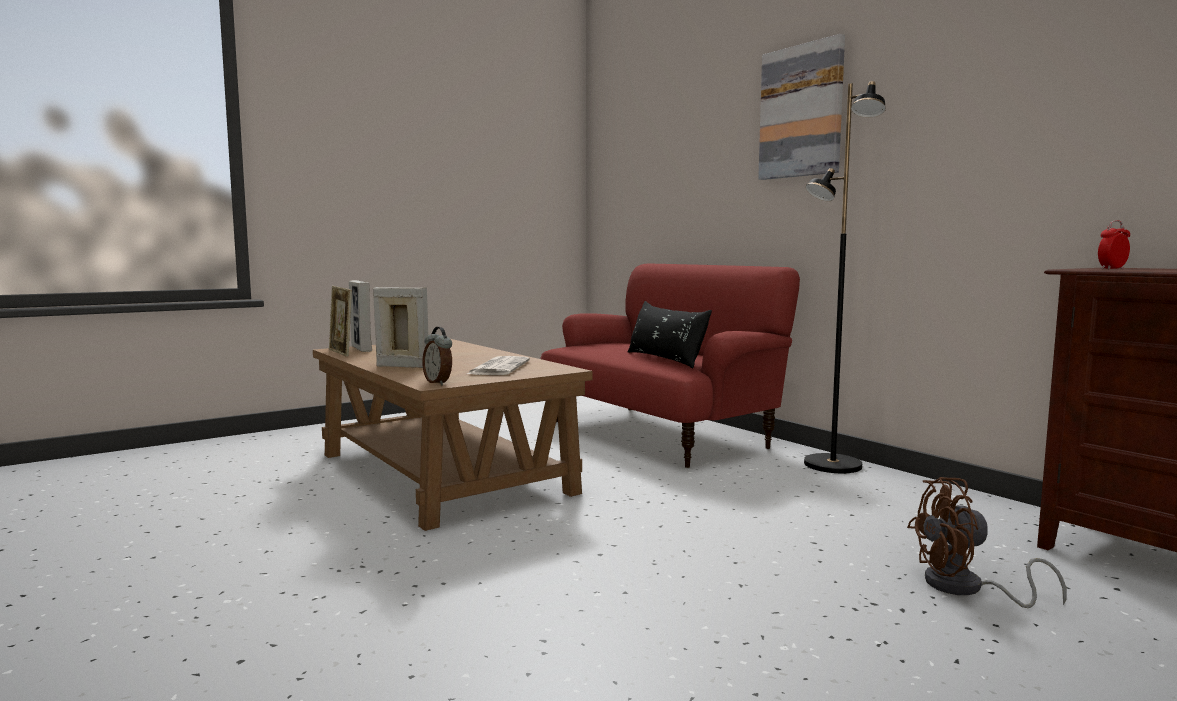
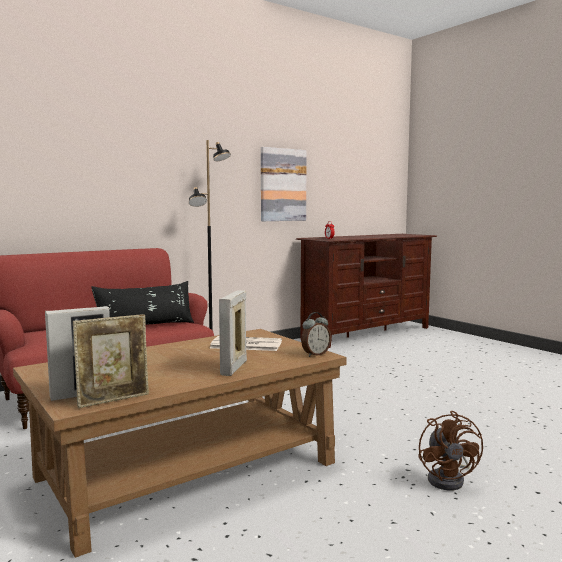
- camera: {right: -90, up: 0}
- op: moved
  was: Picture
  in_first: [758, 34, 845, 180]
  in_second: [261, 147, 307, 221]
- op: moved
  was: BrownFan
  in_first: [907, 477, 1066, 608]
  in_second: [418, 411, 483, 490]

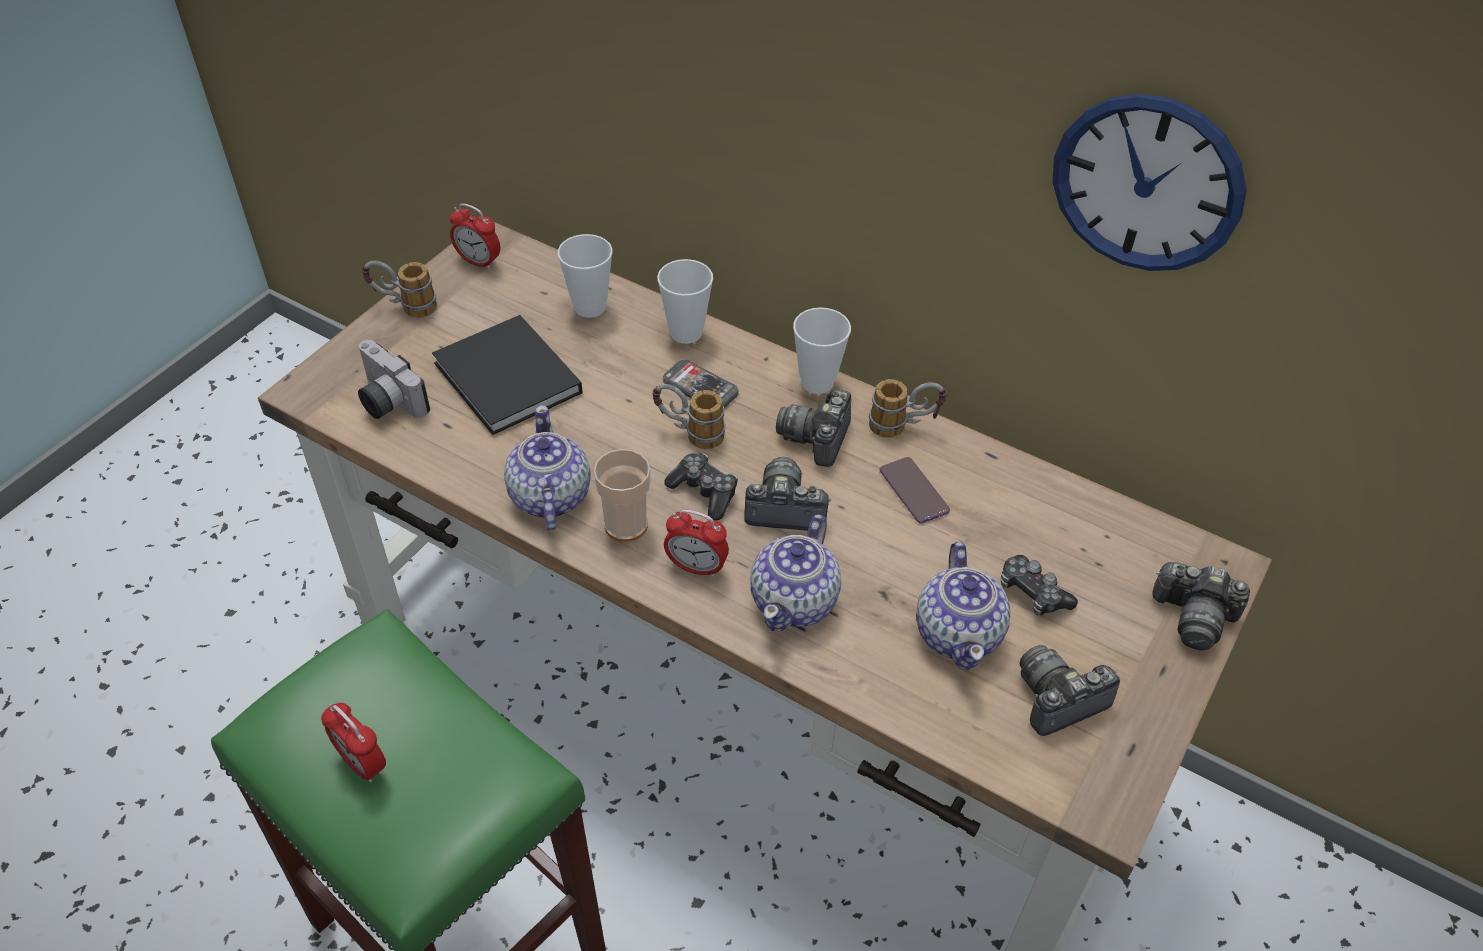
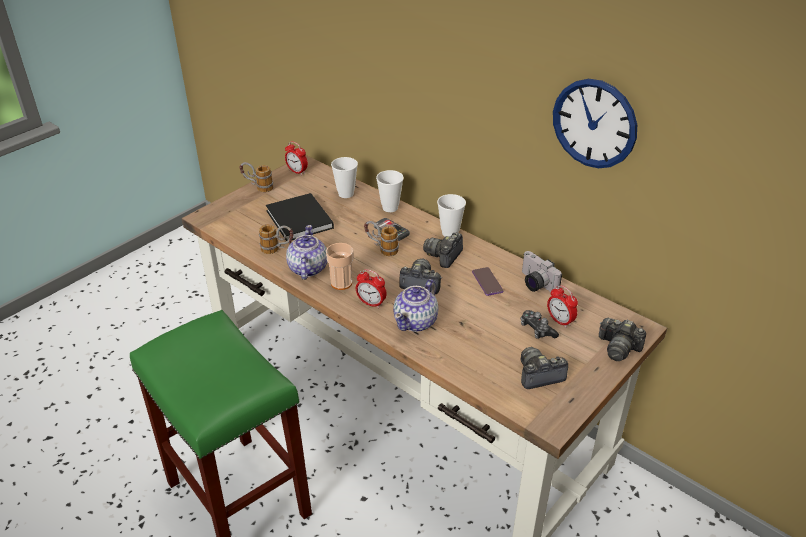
- camera: {right: 10, up: -10}
- op: moved
  was: Mug
  in_first: [869, 379, 947, 438]
  in_second: [259, 224, 293, 254]
- op: moved
  was: PhotoCamera
  in_first: [358, 340, 430, 419]
  in_second: [522, 251, 562, 292]
- op: moved
  was: AlarmClock
  in_first: [321, 703, 386, 783]
  in_second: [547, 285, 578, 328]
- op: removed
  was: GameController
  in_first: [664, 453, 738, 520]
- op: removed
  was: Teapot
  in_first: [916, 542, 1010, 670]

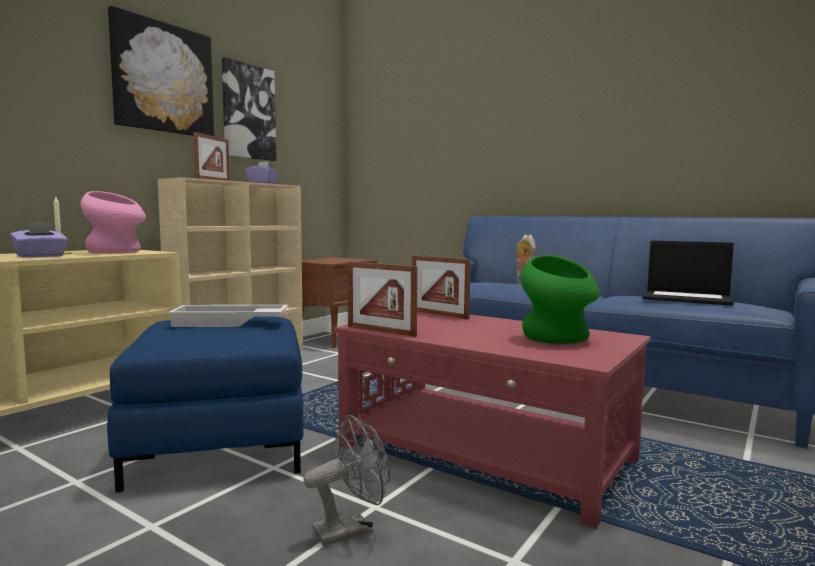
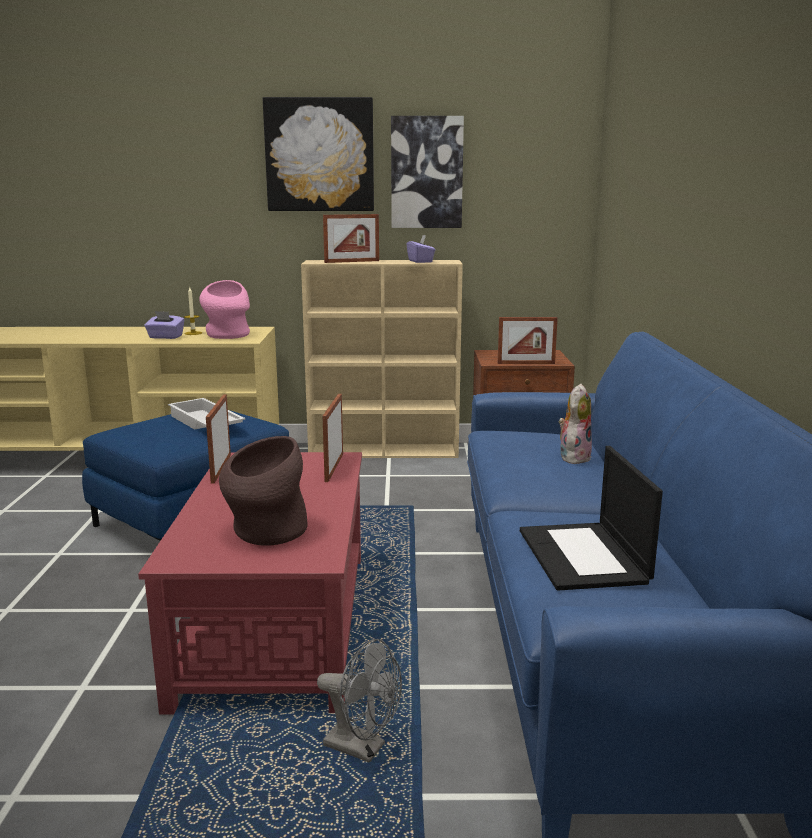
- camera: {right: 55, up: 10}
- op: recoloured
  was: GreenVase
  now: BrownVase
  in_first: [521, 255, 600, 344]
  in_second: [219, 436, 308, 546]
- op: moved
  was: GreyFan
  in_first: [304, 415, 390, 546]
  in_second: [317, 639, 402, 763]
- op: added
  now: PictureFrame
  in_second: [498, 317, 558, 364]

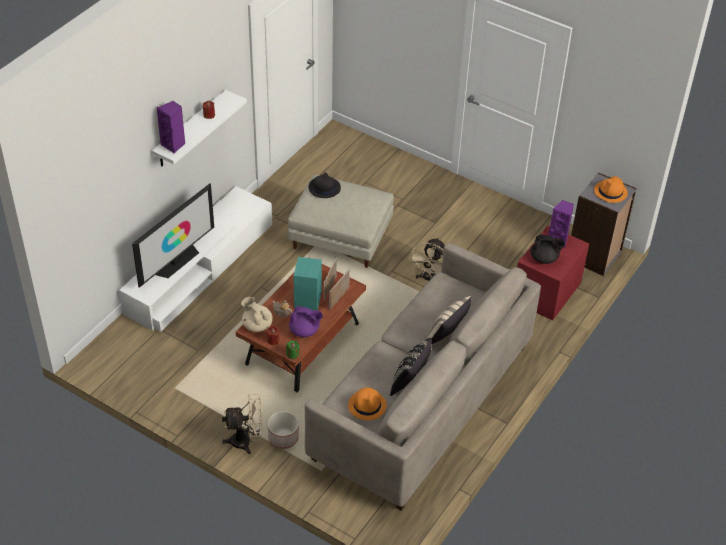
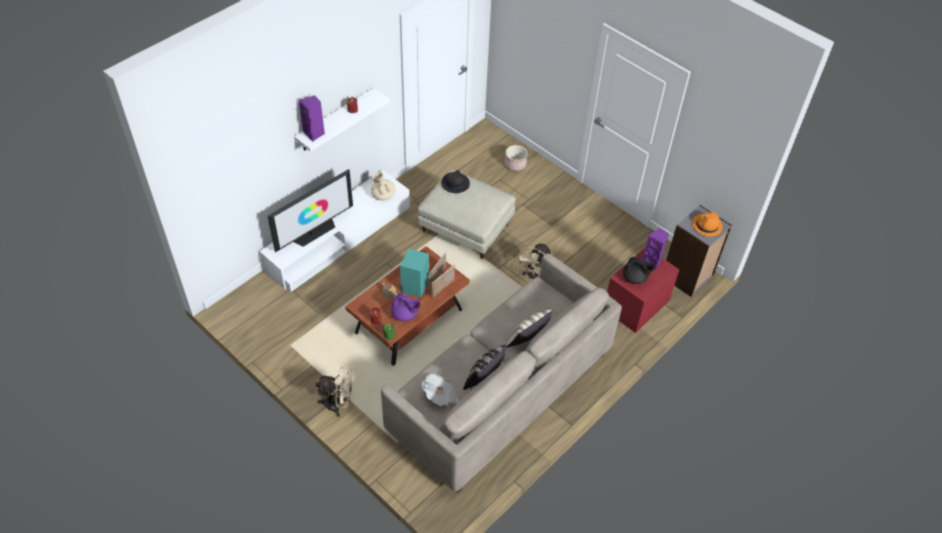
- camera: {right: 10, up: 5}
- op: moved
  was: BeigeTeapot
  in_first: [241, 297, 273, 332]
  in_second: [371, 172, 396, 200]
- op: replaced
  was: OrangeHat
  now: Newspaper
  in_first: [348, 388, 387, 420]
  in_second: [421, 374, 459, 406]
- op: moved
  was: Planter
  in_first: [268, 411, 299, 449]
  in_second: [505, 145, 528, 171]

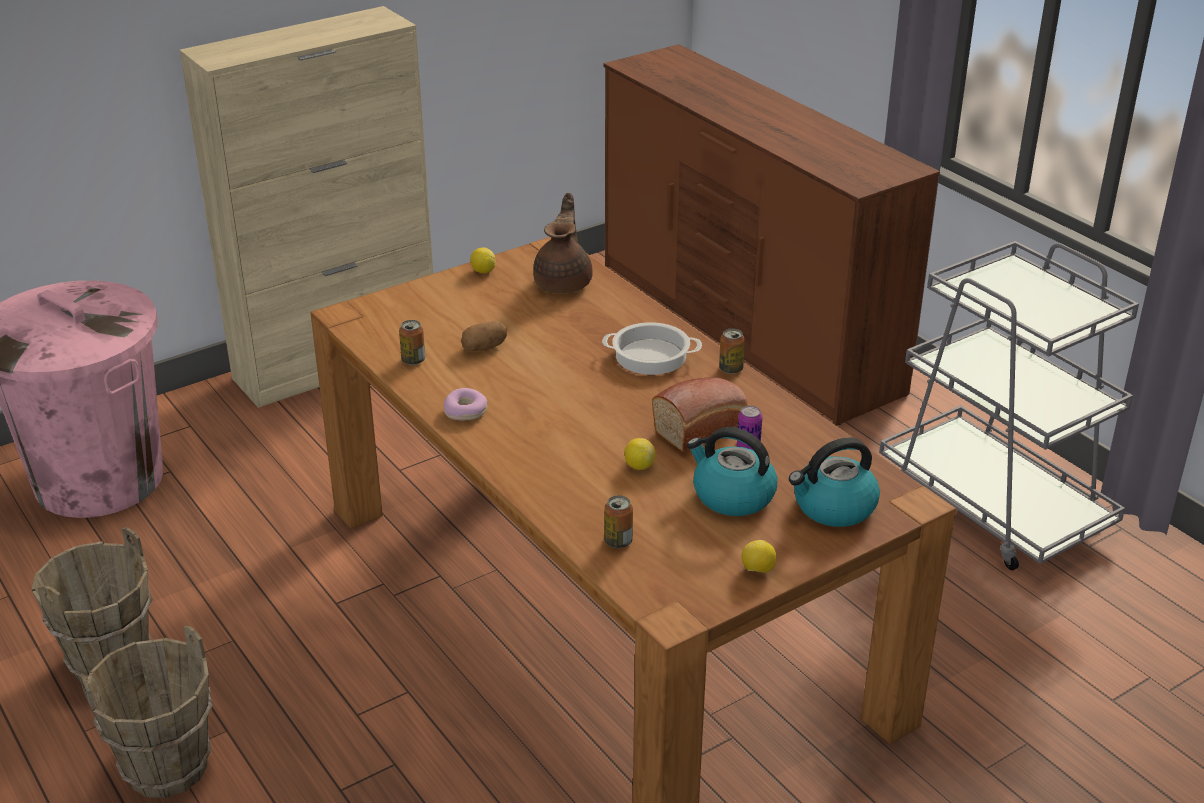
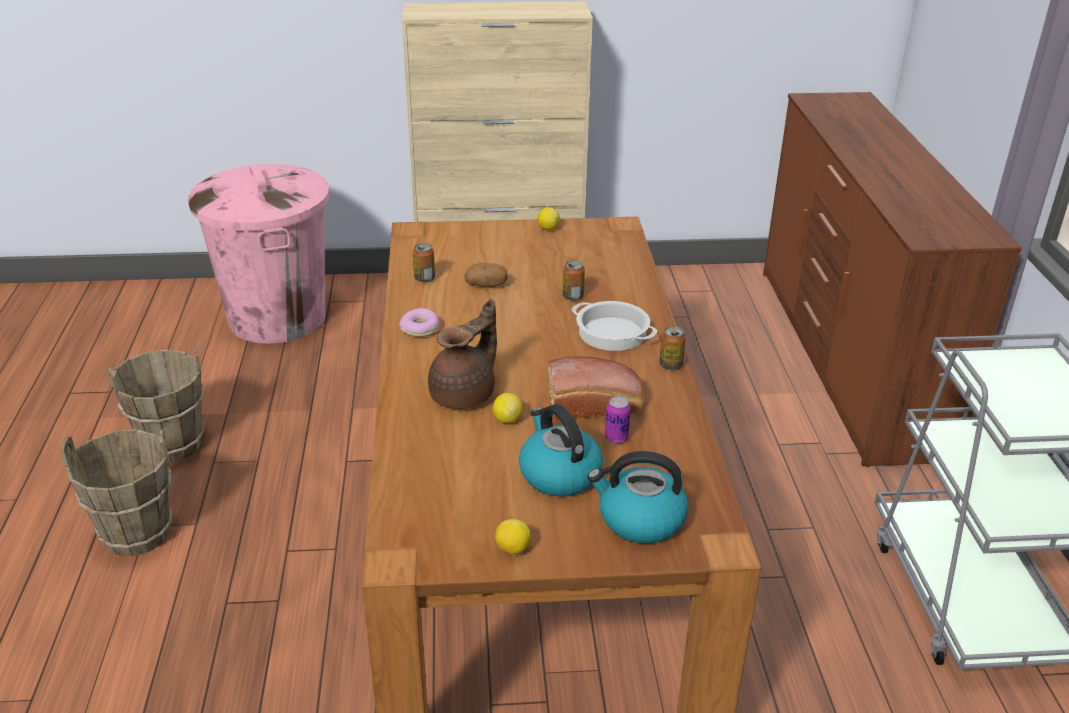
- camera: {right: 30, up: 0}
- op: moved
  was: BrownTeapot
  in_first: [533, 193, 593, 293]
  in_second: [428, 299, 497, 409]
- op: moved
  was: Can
  in_first: [604, 495, 633, 548]
  in_second: [562, 260, 585, 301]

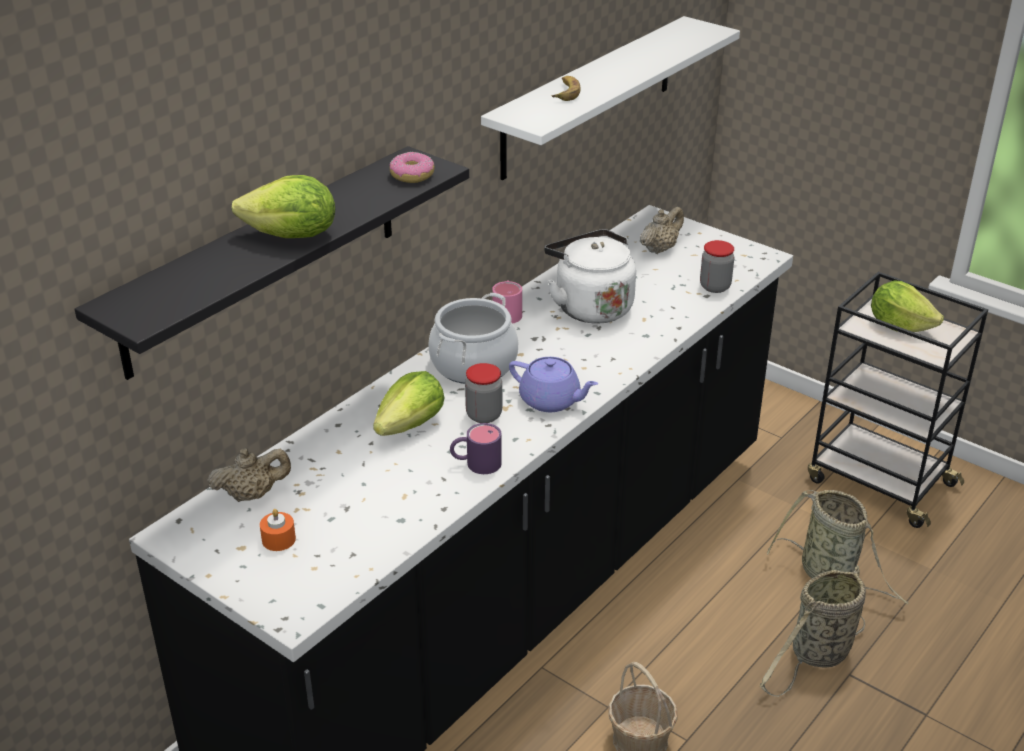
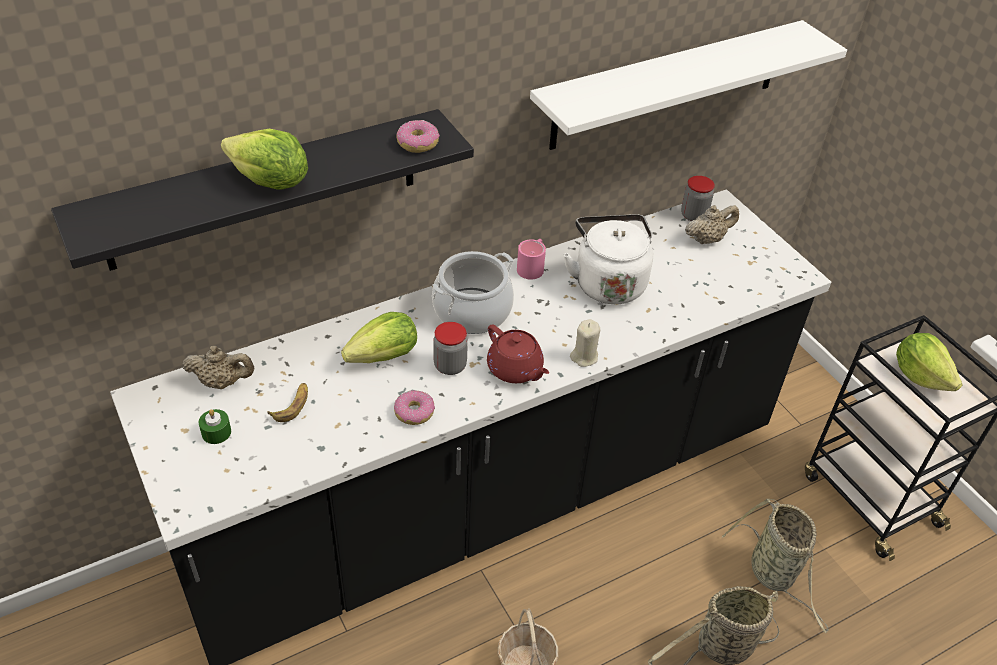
- camera: {right: 20, up: 10}
- op: recoloured
  was: OrangeCandle
  now: GreenCandle
  in_first: [260, 509, 296, 551]
  in_second: [198, 409, 231, 444]
- op: moved
  was: Banana
  in_first: [552, 76, 581, 101]
  in_second: [268, 383, 308, 422]
- op: replaced
  was: PurpleMug
  now: Donut
  in_first: [450, 423, 502, 474]
  in_second: [394, 390, 435, 425]
- op: recoloured
  was: PurpleTeapot
  now: RedTeapot
  in_first: [509, 357, 598, 412]
  in_second: [487, 324, 549, 383]
- op: added
  now: BeigeCandle
  in_second: [570, 319, 600, 367]
- op: moved
  was: Jar
  in_first: [700, 240, 734, 293]
  in_second: [681, 176, 715, 221]

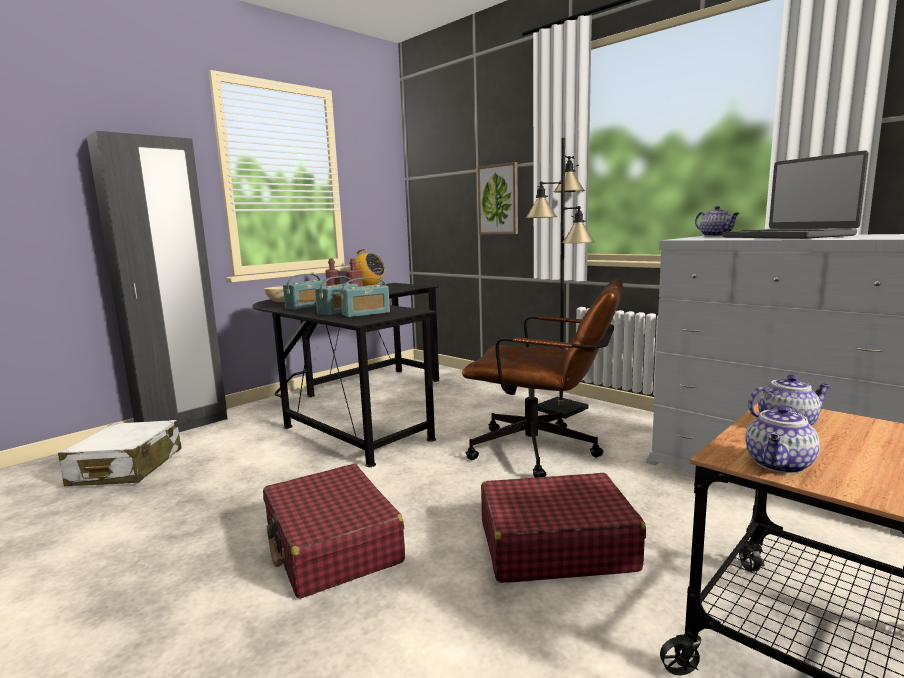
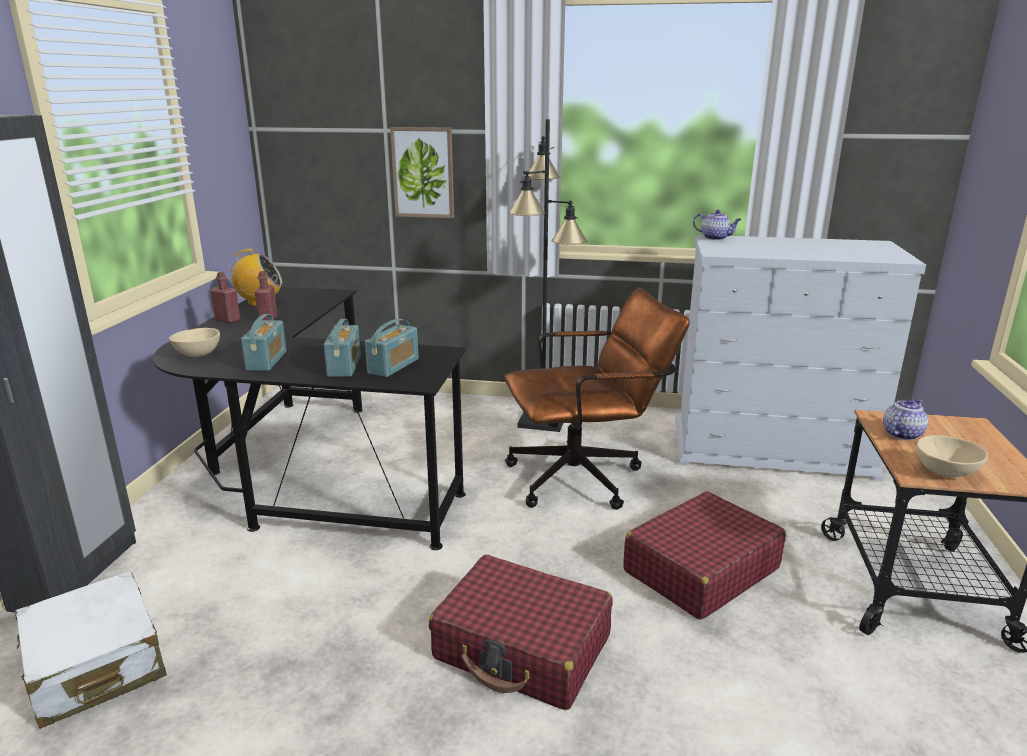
- camera: {right: -35, up: 10}
- op: replaced
  was: Teapot
  now: BeigeBowl
  in_first: [745, 405, 820, 473]
  in_second: [916, 435, 988, 477]
- op: removed
  was: Laptop
  in_first: [722, 150, 869, 239]

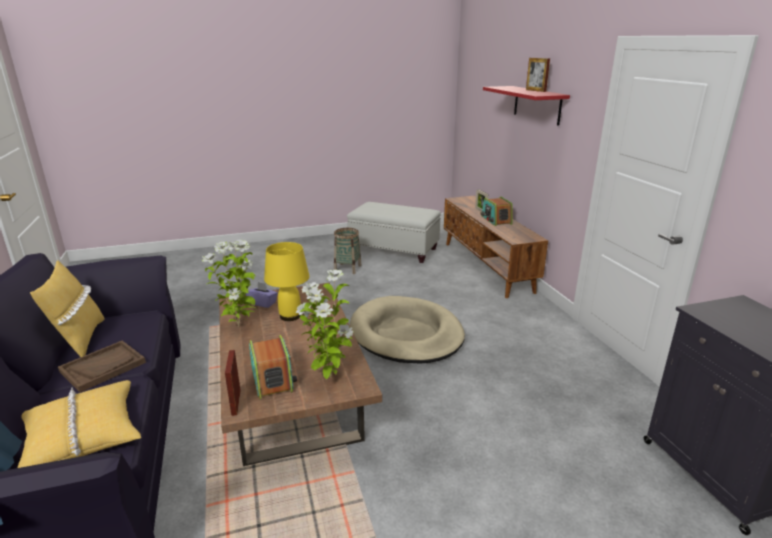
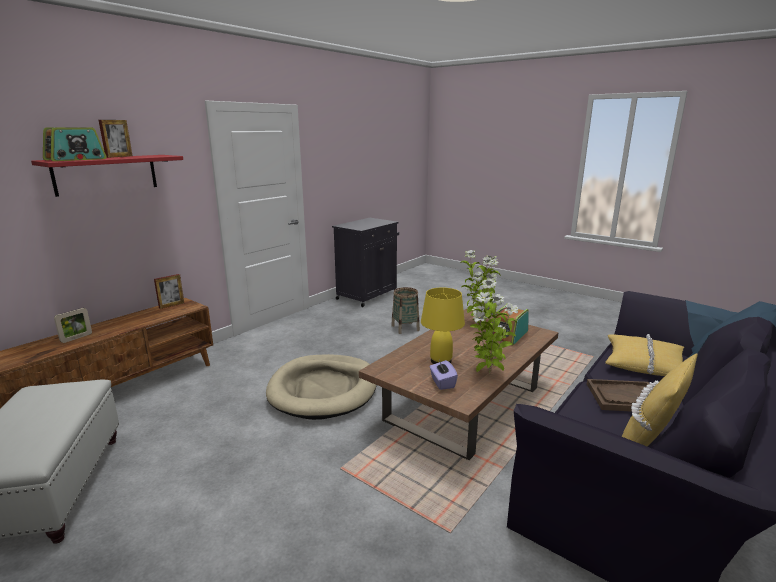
- camera: {right: -125, up: -5}
- op: moved
  was: Radio
  in_first: [480, 197, 513, 226]
  in_second: [43, 127, 107, 161]
- op: moved
  was: PictureFrame
  in_first: [225, 350, 241, 416]
  in_second: [154, 274, 184, 309]
- op: moved
  was: Basket
  in_first: [334, 228, 362, 274]
  in_second: [391, 287, 420, 334]

